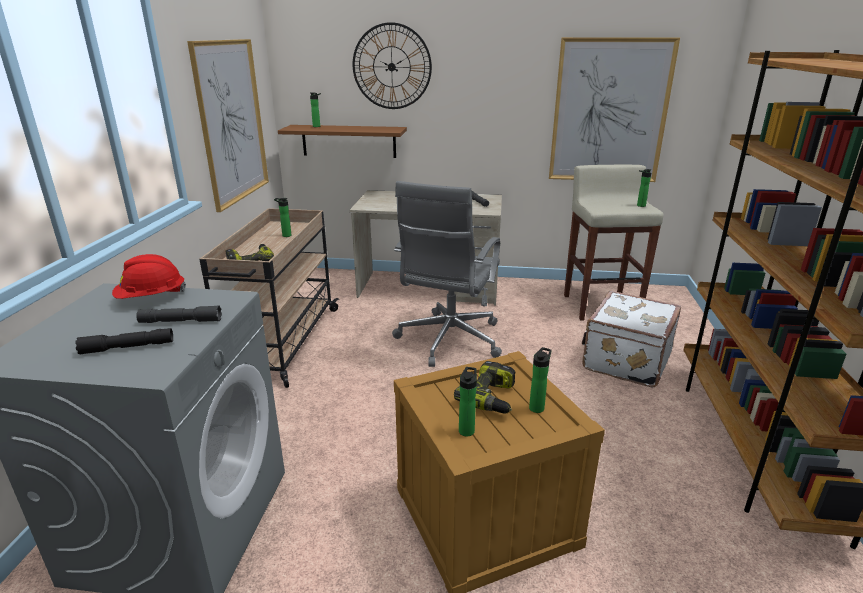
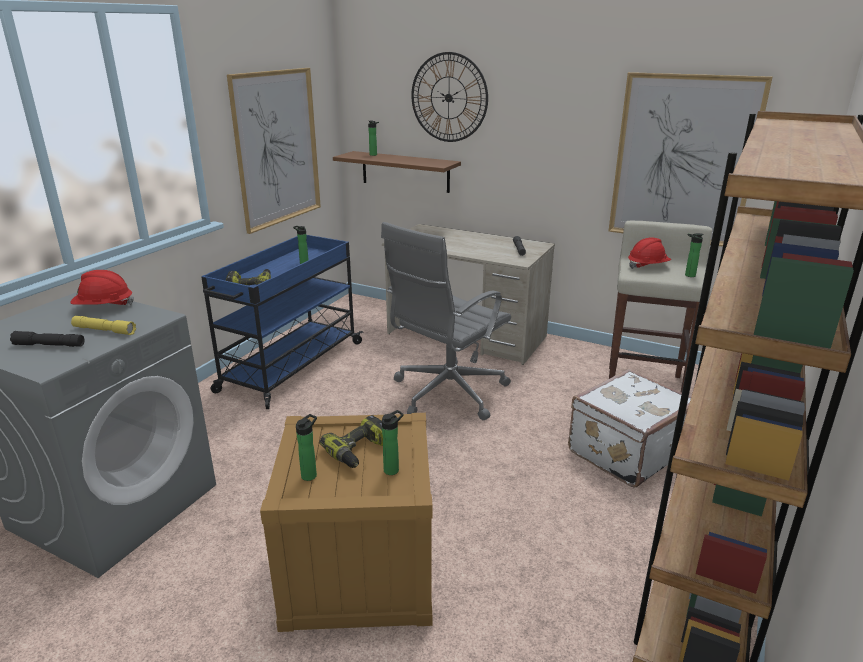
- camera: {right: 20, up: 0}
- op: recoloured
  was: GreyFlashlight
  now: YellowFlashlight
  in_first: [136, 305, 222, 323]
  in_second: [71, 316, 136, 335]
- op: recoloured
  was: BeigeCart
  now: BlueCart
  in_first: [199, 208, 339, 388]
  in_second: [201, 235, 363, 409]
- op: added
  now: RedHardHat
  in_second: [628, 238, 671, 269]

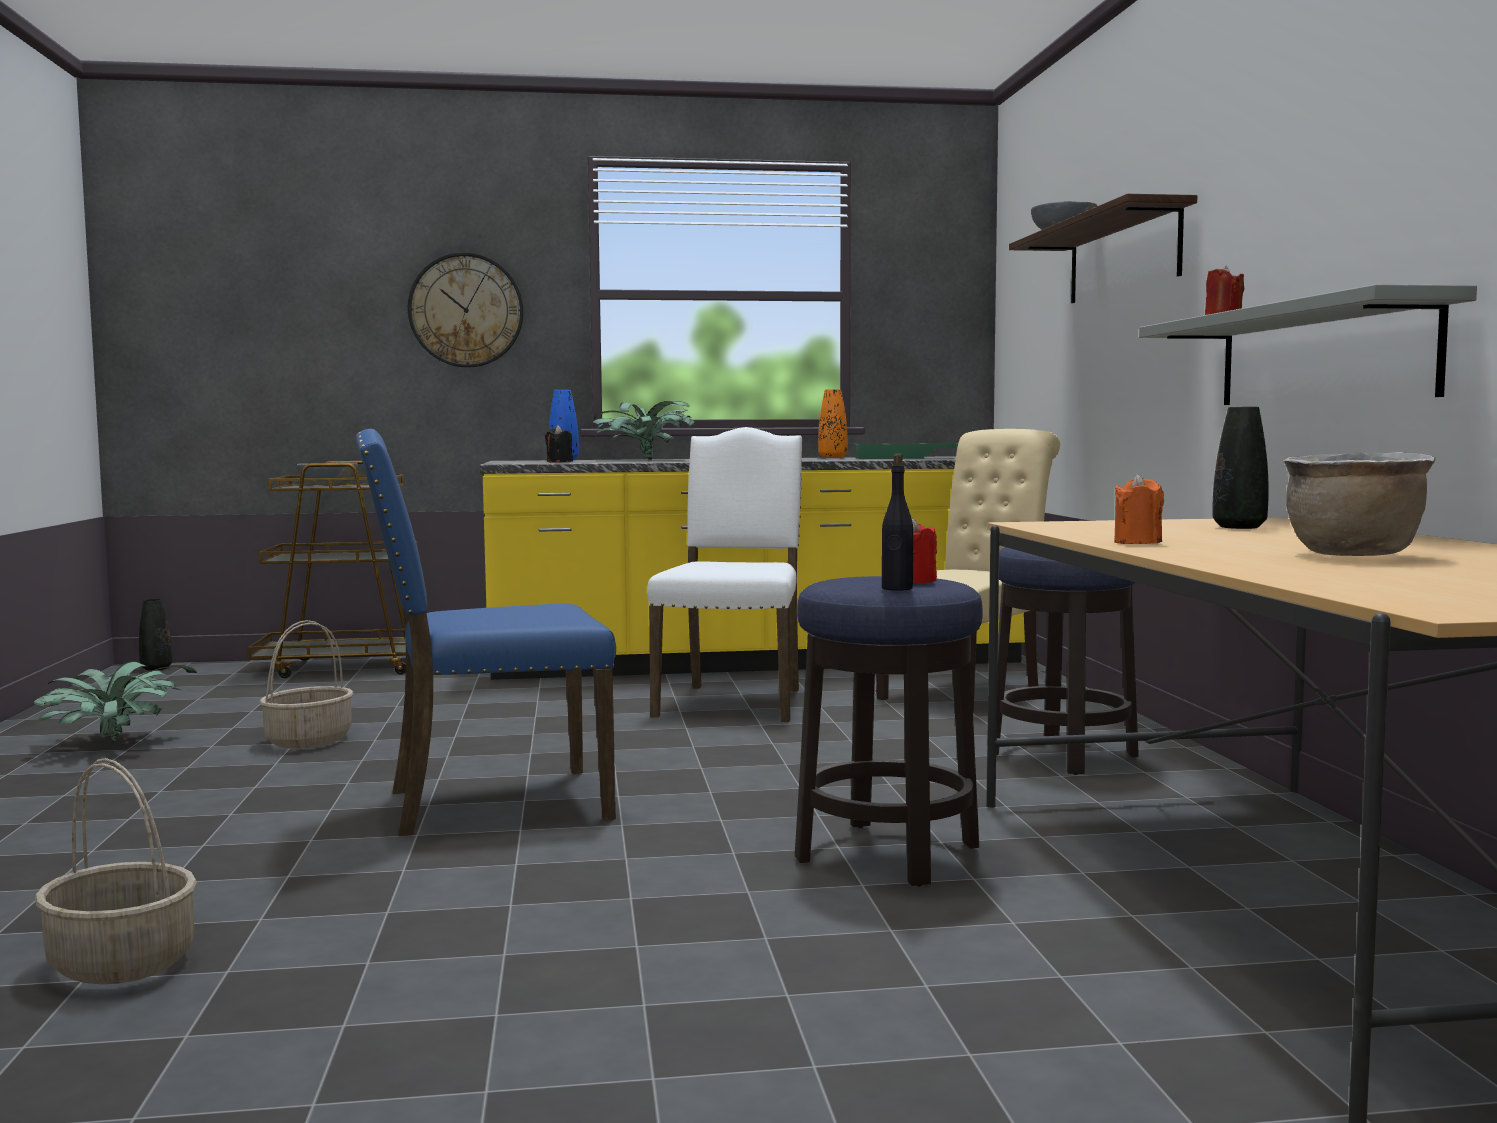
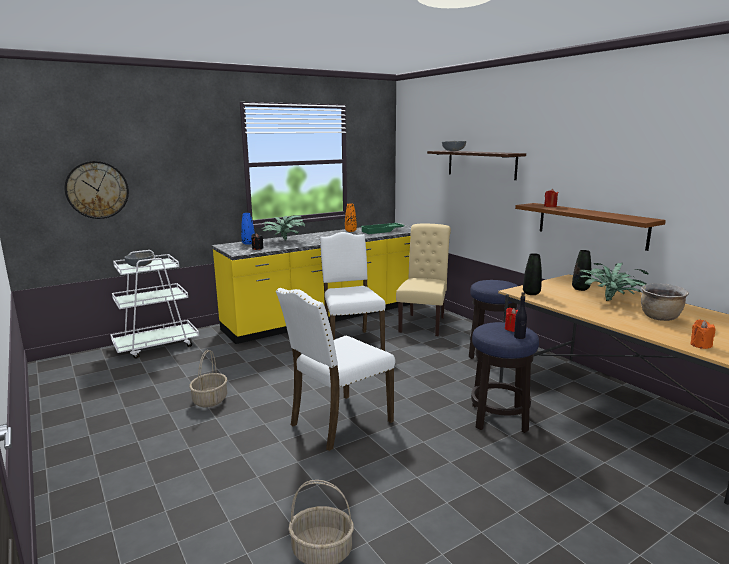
- camera: {right: -25, up: 10}
- op: moved
  was: WallClock
  in_first: [408, 252, 523, 368]
  in_second: [65, 161, 129, 219]
- op: recoloured
  was: BrownCart
  now: WhiteCart
  in_first: [248, 461, 418, 678]
  in_second: [110, 250, 199, 359]
- op: recoloured
  was: BlueChair
  now: WhiteChair
  in_first: [356, 429, 616, 836]
  in_second: [276, 288, 395, 451]
- op: recoloured
  was: GreyShelf
  now: BrownShelf
  in_first: [1139, 284, 1477, 405]
  in_second: [515, 203, 666, 251]
- op: moved
  was: BlackVase
  in_first: [139, 599, 173, 671]
  in_second: [523, 253, 542, 295]
- op: moved
  was: PottedPlant
  in_first: [34, 661, 197, 743]
  in_second: [580, 263, 649, 301]
- op: moved
  was: OrangeCandle
  in_first: [1114, 474, 1164, 544]
  in_second: [691, 319, 716, 349]

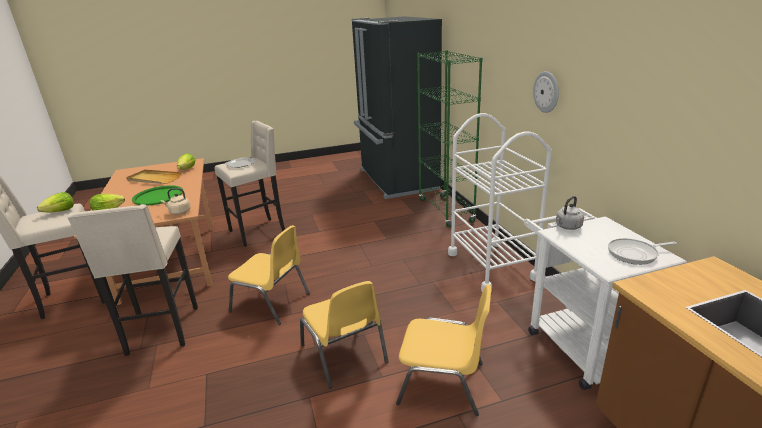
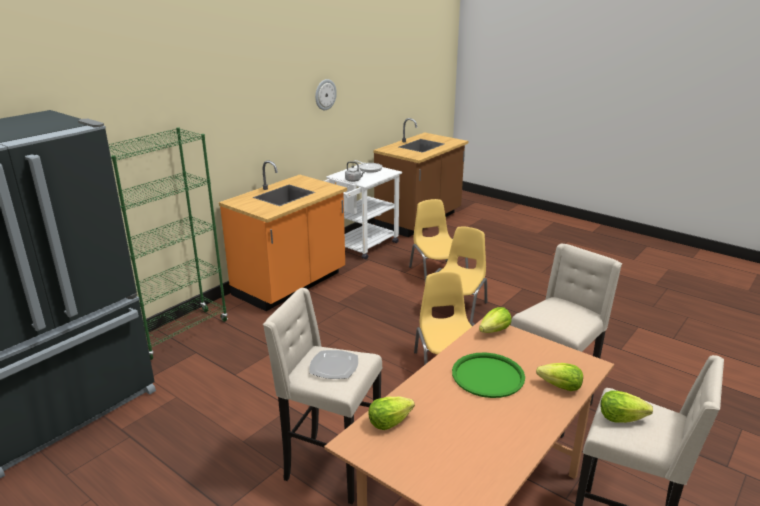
- camera: {right: -125, up: 0}
- op: replaced
  was: WhiteCart
  now: OrangeCounter
  in_first: [448, 113, 552, 292]
  in_second: [219, 160, 347, 311]
- op: moved
  was: WallClock
  in_first: [533, 71, 559, 113]
  in_second: [315, 79, 337, 110]
- op: replaced
  was: BeigeKettle
  now: Lettuce
  in_first: [161, 188, 191, 215]
  in_second: [479, 307, 512, 333]
- op: removed
  was: BeigeTray
  in_first: [126, 170, 182, 184]

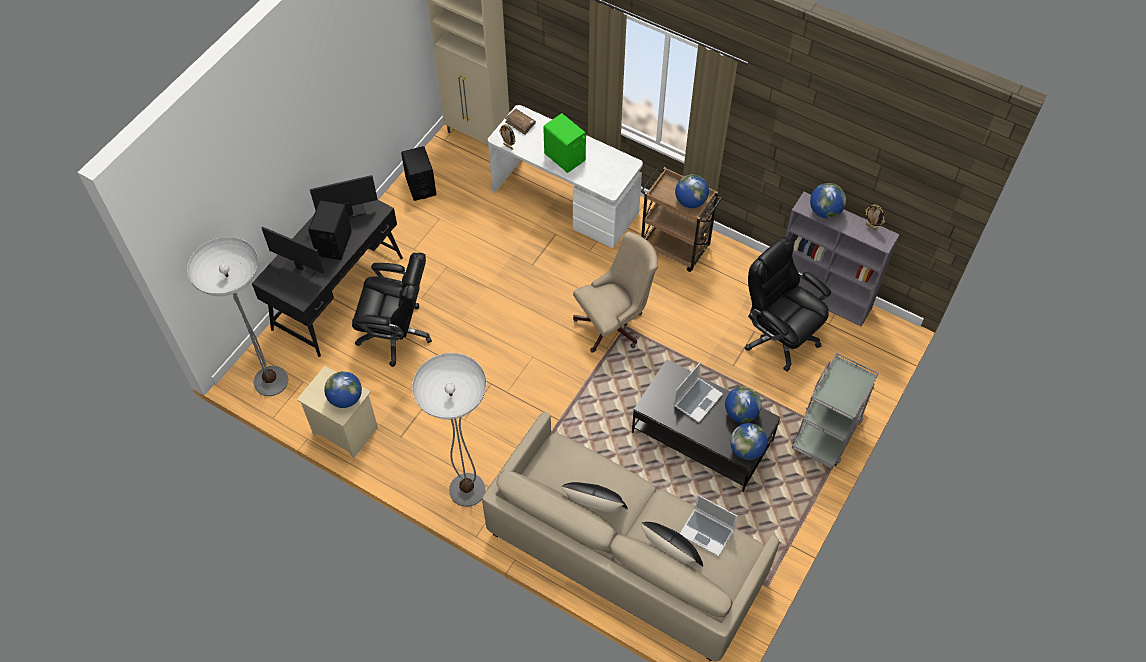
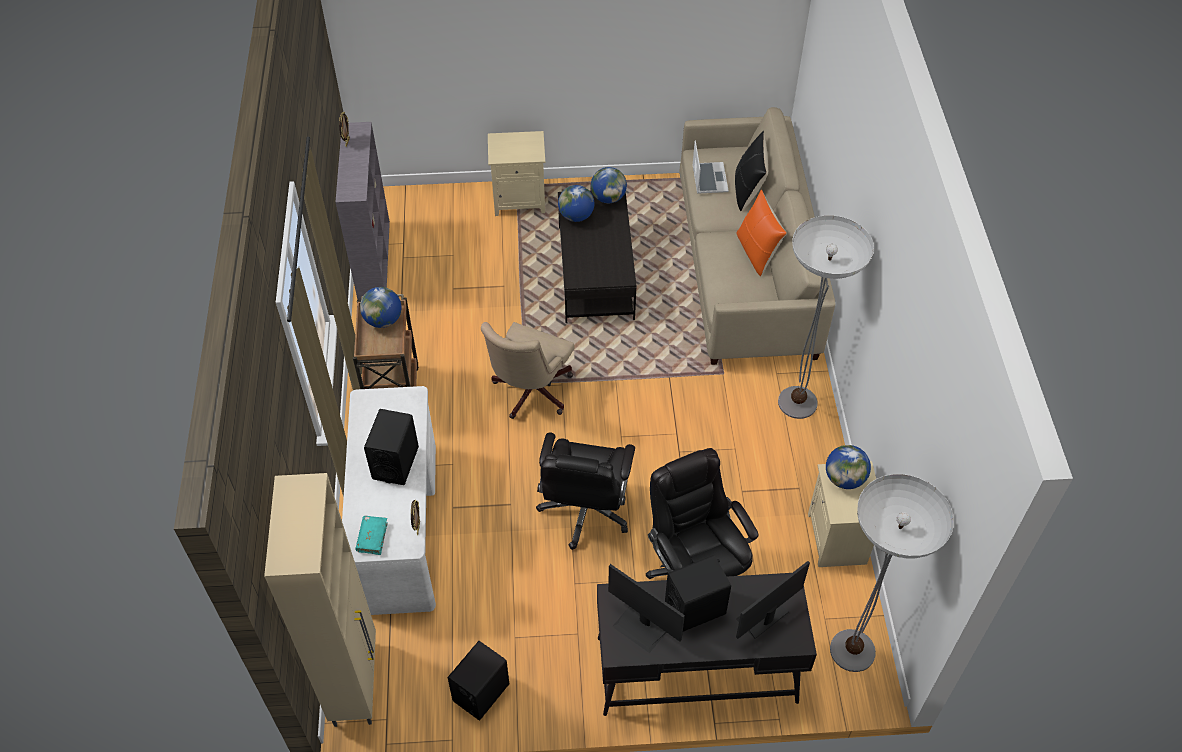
- camera: {right: -125, up: -5}
- op: recoloured
  was: BrownBook
  now: TurquoiseBook
  in_first: [505, 109, 536, 135]
  in_second: [355, 516, 388, 555]
- op: recoloured
  was: GreenSpeaker
  now: BlackSpeaker
  in_first: [543, 113, 586, 173]
  in_second: [364, 409, 419, 485]
- op: turned
  was: BeigeOfficeChair
  in_first: [573, 232, 658, 353]
  in_second: [481, 322, 574, 419]
  clockwise: -90
- op: replaced
  was: GreyCart
  now: BeigeNightstand
  in_first: [792, 353, 879, 469]
  in_second: [488, 131, 545, 216]
- op: moved
  was: BlackOfficeChair
  in_first: [745, 237, 831, 372]
  in_second: [536, 432, 635, 550]
- op: turned
  was: Monitor
  in_first: [262, 227, 324, 287]
  in_second: [736, 561, 810, 639]
  clockwise: -120
- op: recoloured
  was: BlackPillow
  now: OrangePillow
  in_first: [562, 482, 628, 513]
  in_second: [737, 189, 787, 276]
- op: removed
  was: Laptop
  in_first: [674, 362, 723, 422]
- op: removed
  was: Globe
  in_first: [810, 183, 846, 218]

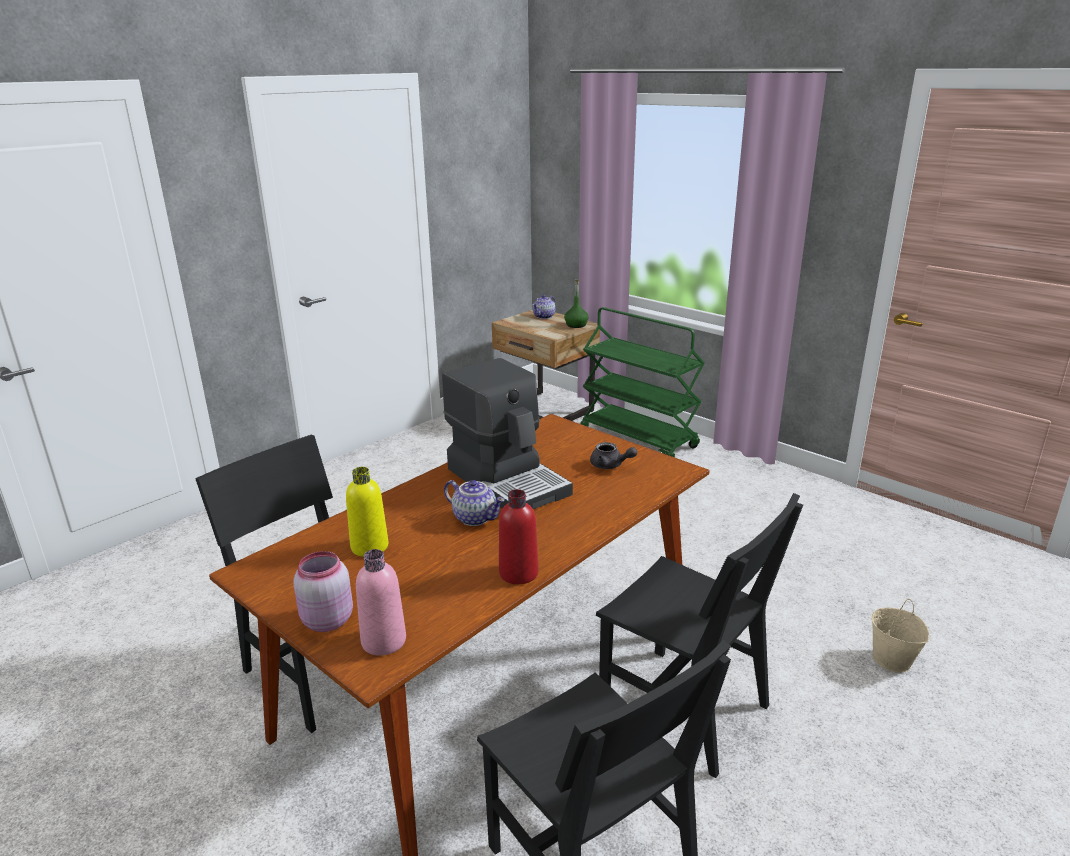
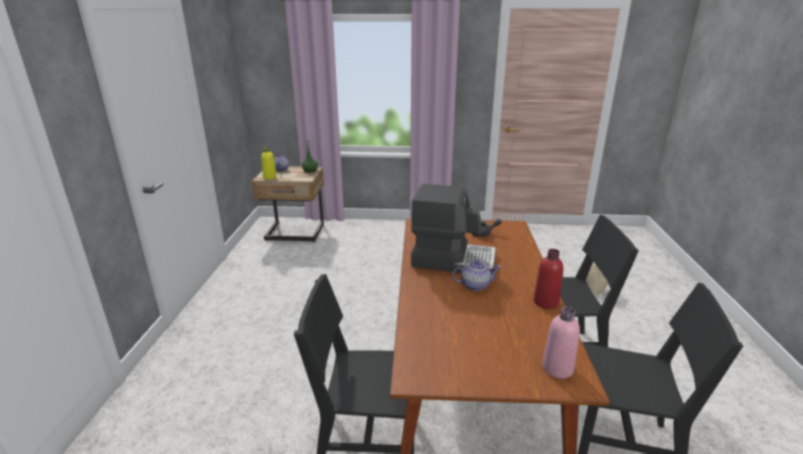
- camera: {right: -40, up: 0}
- op: moved
  was: YellowBottle
  in_first: [346, 467, 389, 557]
  in_second: [261, 147, 277, 179]
- op: removed
  was: PinkJar
  in_first: [293, 551, 353, 632]
- op: removed
  was: GreenCart
  in_first: [581, 307, 705, 457]

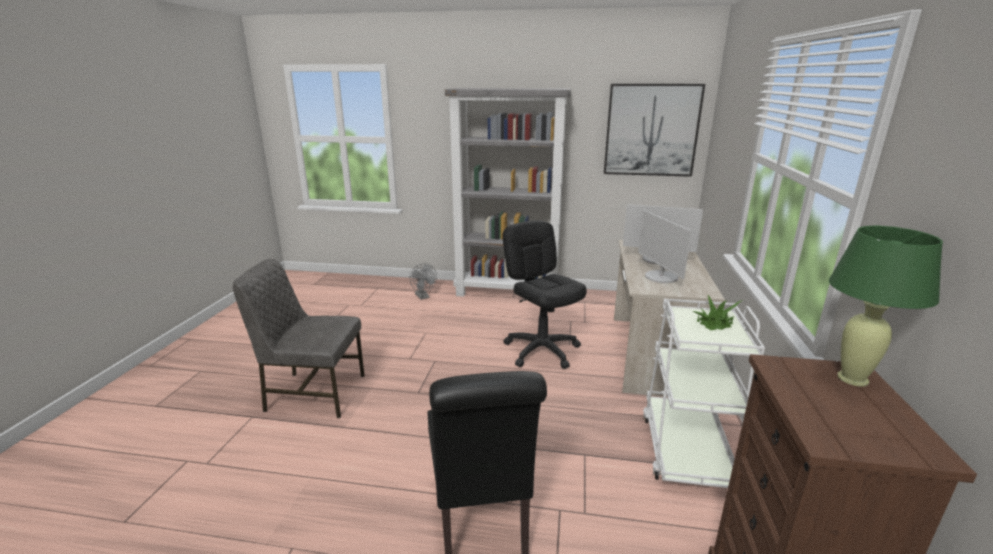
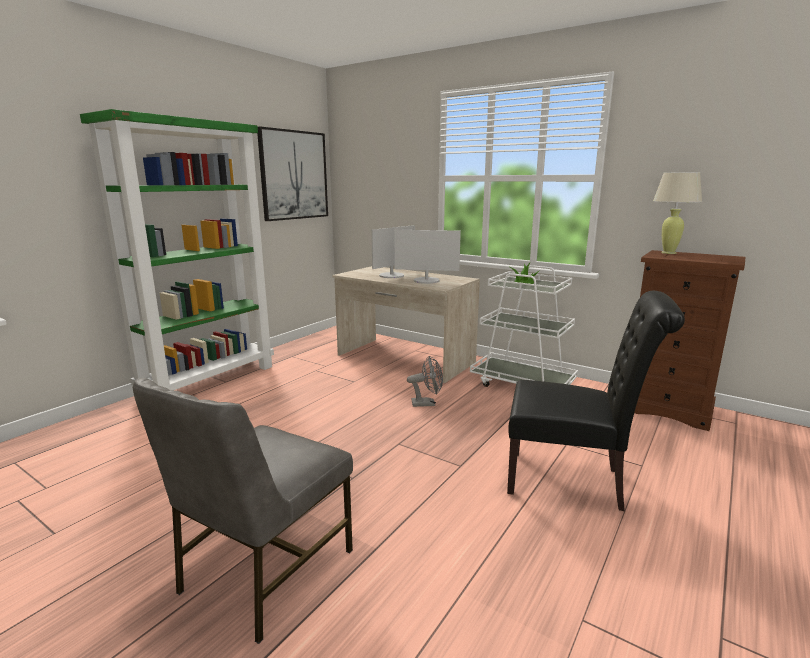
- camera: {right: -65, up: -5}
- op: recoloured
  was: GreyBookcase
  now: GreenBookcase
  in_first: [445, 88, 571, 297]
  in_second: [80, 109, 274, 390]
- op: moved
  was: GreyFan
  in_first: [410, 263, 437, 300]
  in_second: [407, 356, 443, 407]
- op: recoloured
  was: GreenTableLamp
  now: BeigeTableLamp
  in_first: [829, 226, 943, 387]
  in_second: [653, 172, 702, 254]
- op: removed
  was: BlackOfficeChair
  in_first: [502, 220, 587, 369]

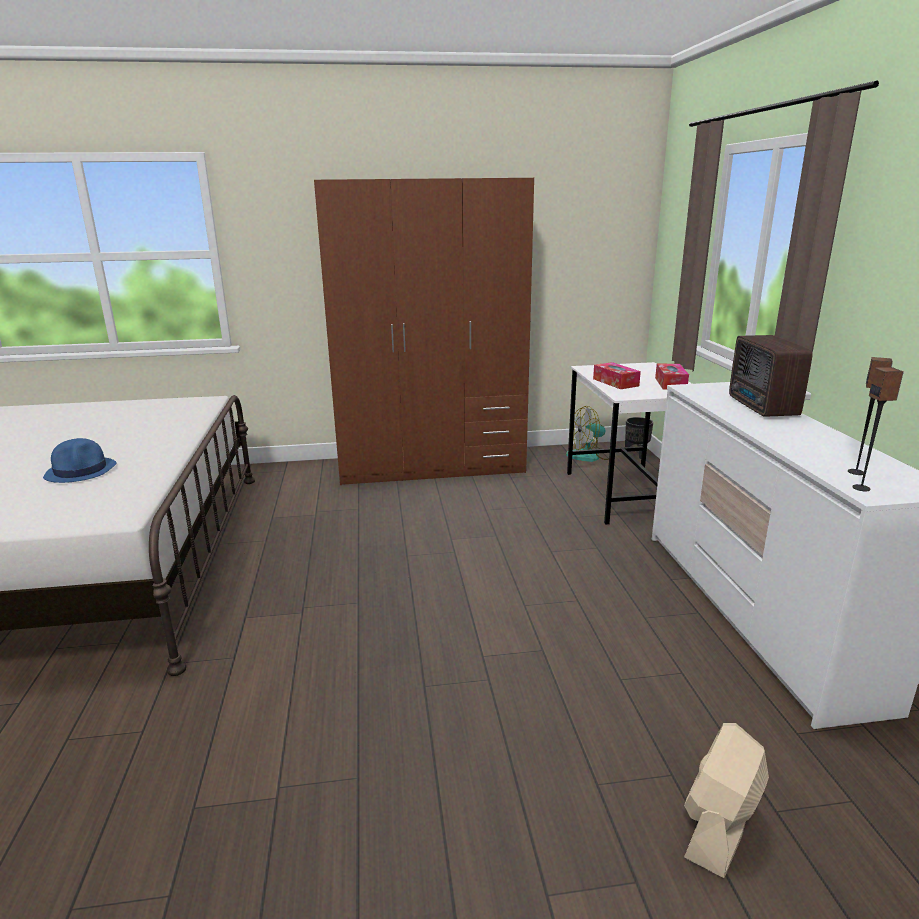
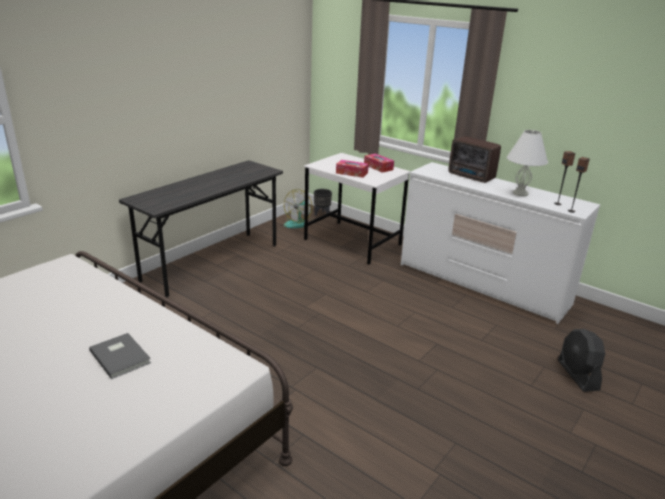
- camera: {right: -45, up: 5}
- op: replaced
  was: BlueHat
  now: GreyBook
  in_first: [43, 438, 116, 483]
  in_second: [89, 333, 151, 379]
- op: replaced
  was: BrownWardrobe
  now: GreyDesk
  in_first: [314, 178, 534, 485]
  in_second: [119, 160, 283, 298]
- op: added
  now: WhiteTableLamp
  in_second: [507, 130, 548, 196]
- op: recoloured
  was: BeigeFan
  now: BlackFan
  in_first: [684, 723, 769, 878]
  in_second: [558, 329, 605, 392]

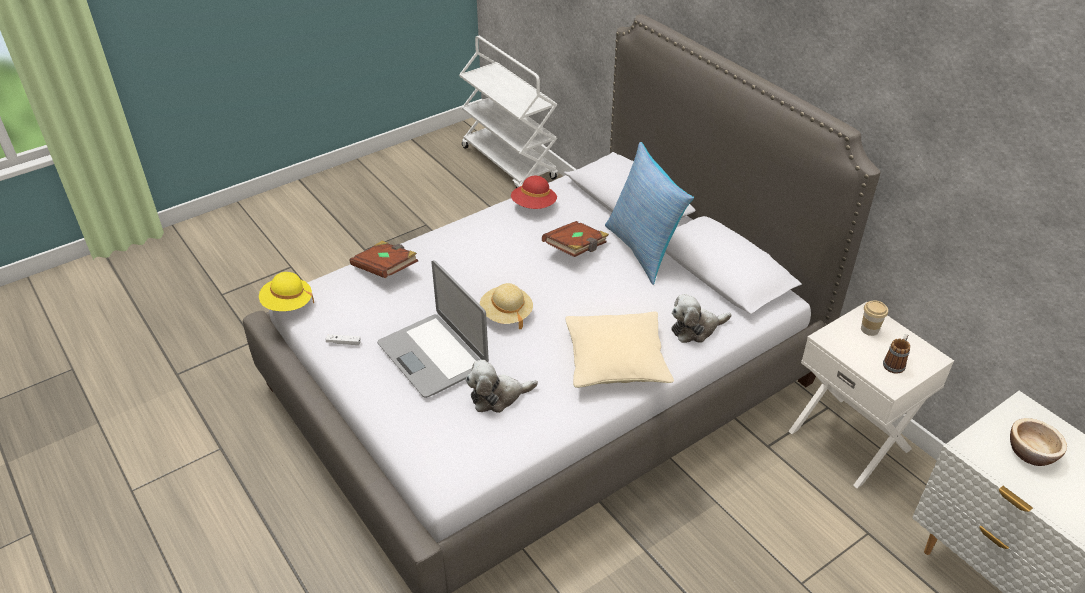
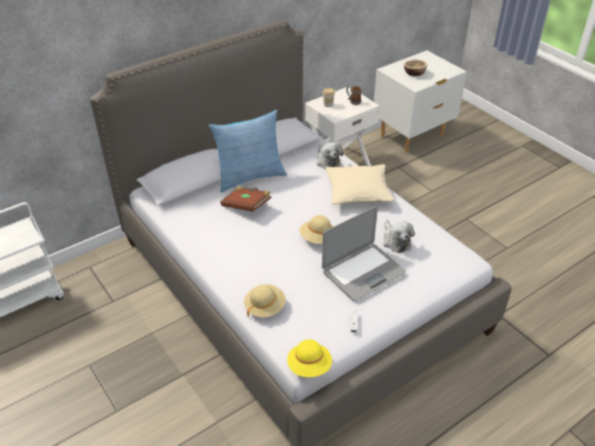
- camera: {right: -90, up: 0}
- op: replaced
  was: BrownBook
  now: BeigeHat
  in_first: [349, 241, 418, 278]
  in_second: [244, 284, 286, 318]
- op: removed
  was: RedHat
  in_first: [511, 176, 557, 209]

